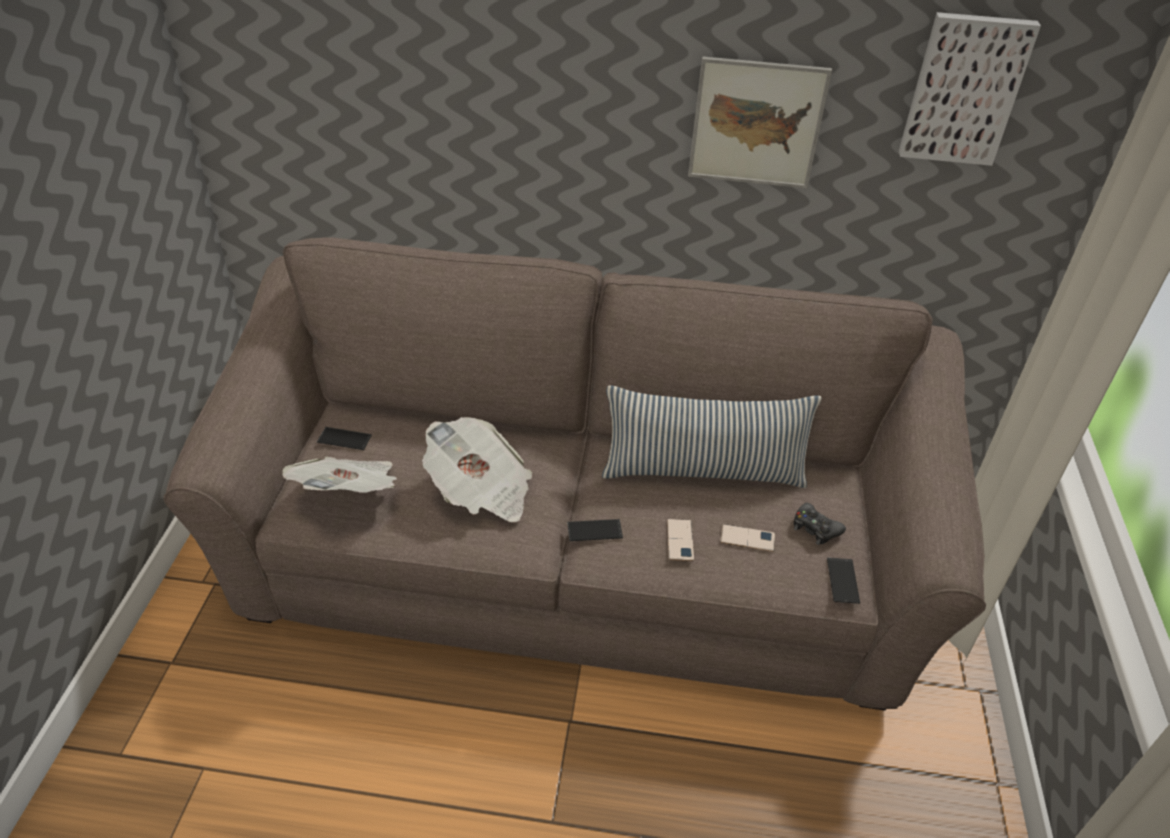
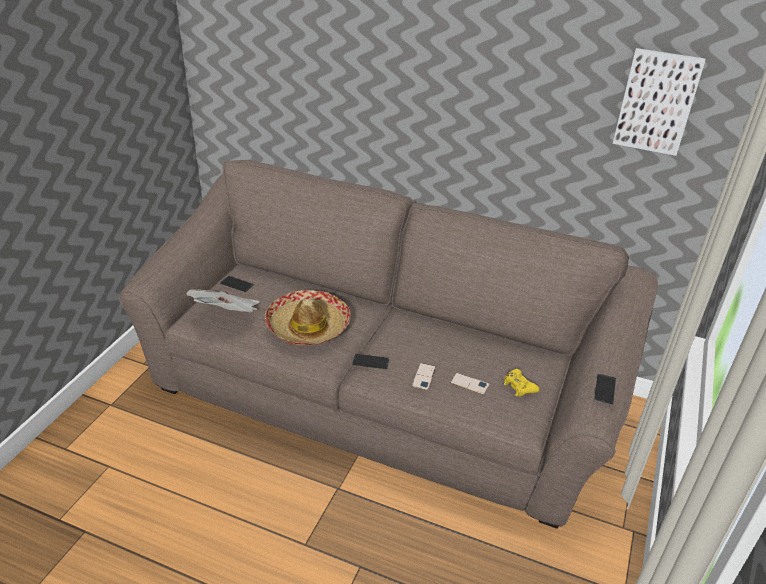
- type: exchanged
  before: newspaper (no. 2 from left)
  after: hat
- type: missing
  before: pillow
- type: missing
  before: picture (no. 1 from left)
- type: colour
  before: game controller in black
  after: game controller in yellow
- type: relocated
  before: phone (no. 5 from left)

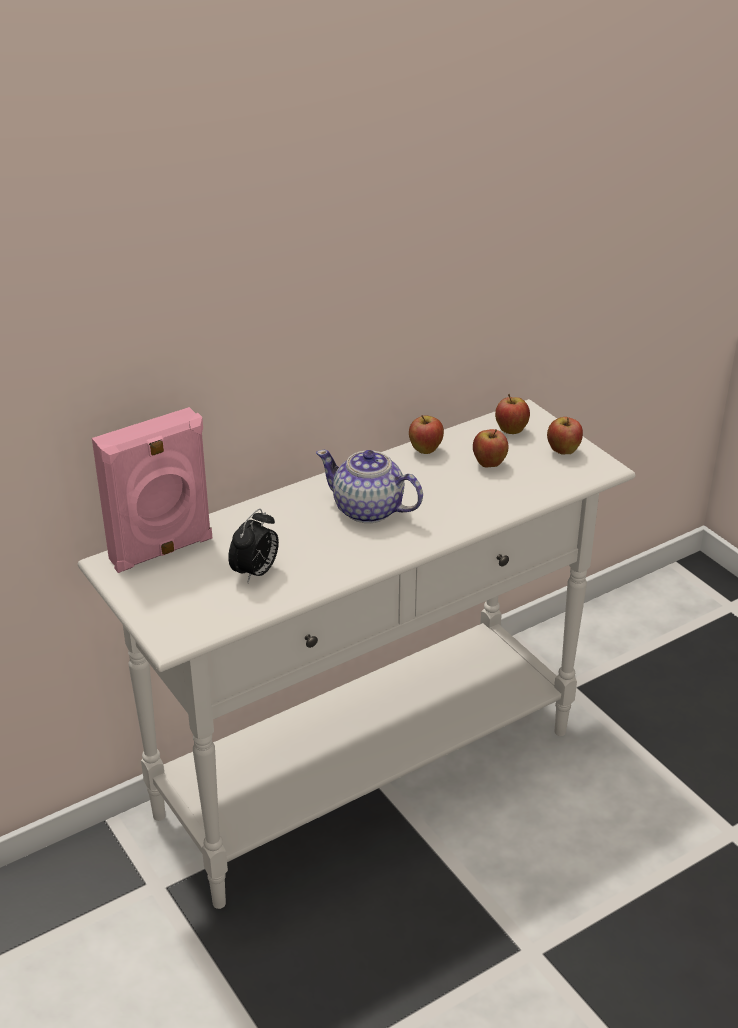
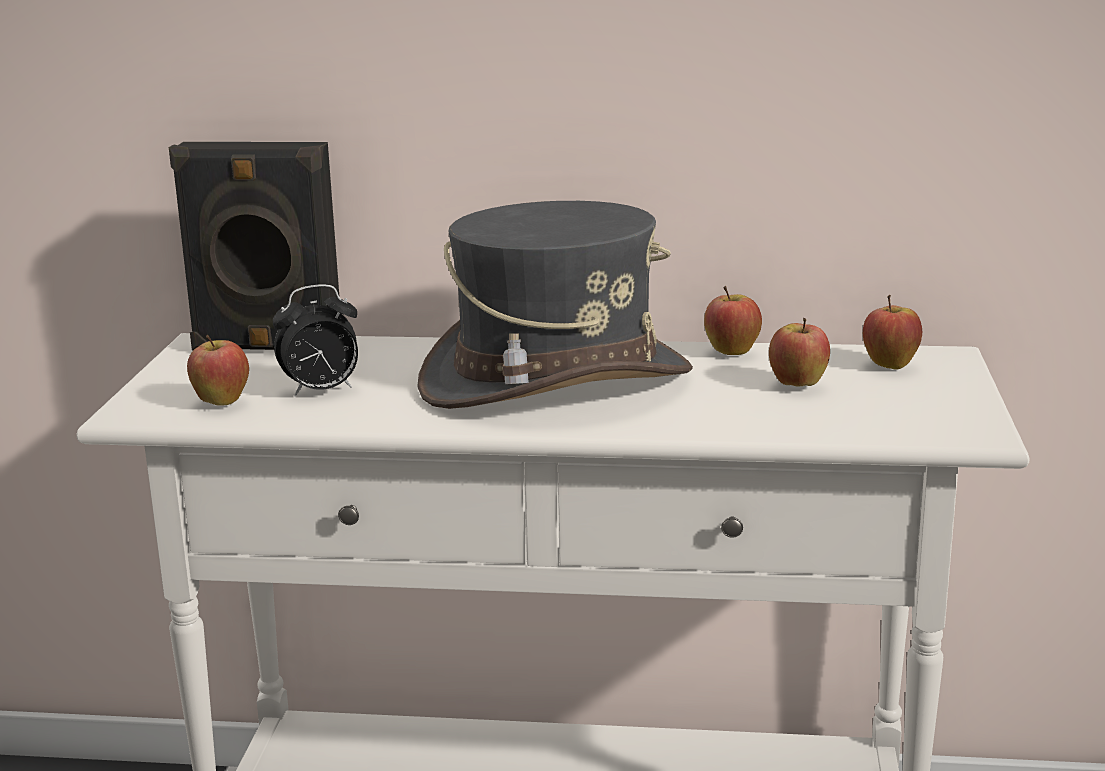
- type: colour
  before: speaker in pink
  after: speaker in black
- type: exchanged
  before: teapot
  after: hat in grey
- type: relocated
  before: apple (no. 4 from left in the first image)
  after: apple (no. 1 from left)

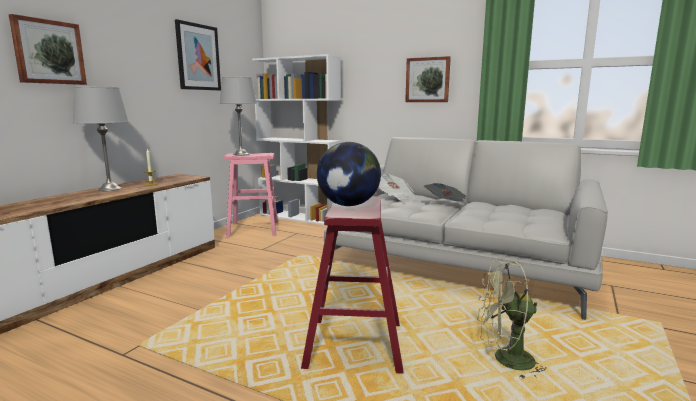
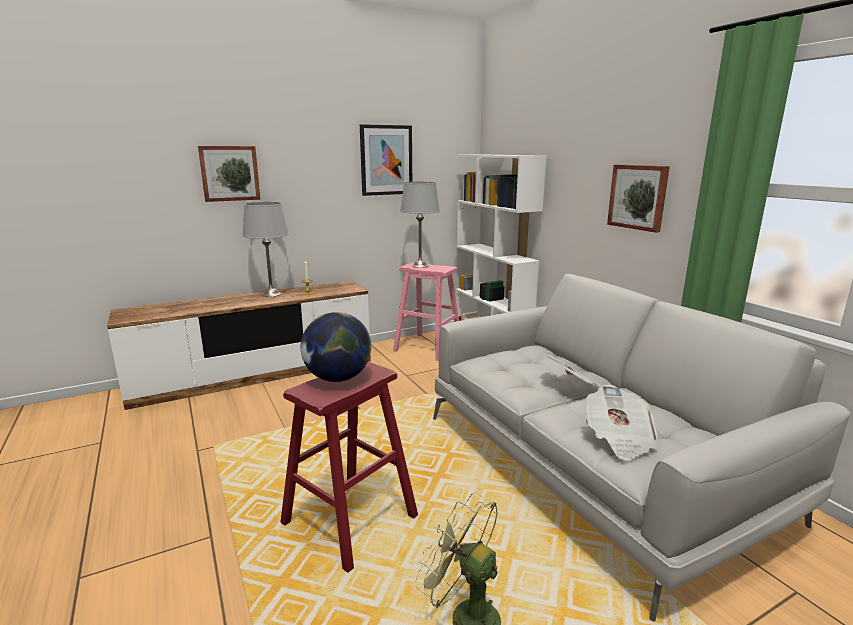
- type: relocated
  before: newspaper (no. 1 from left in the first image)
  after: newspaper (no. 2 from left)

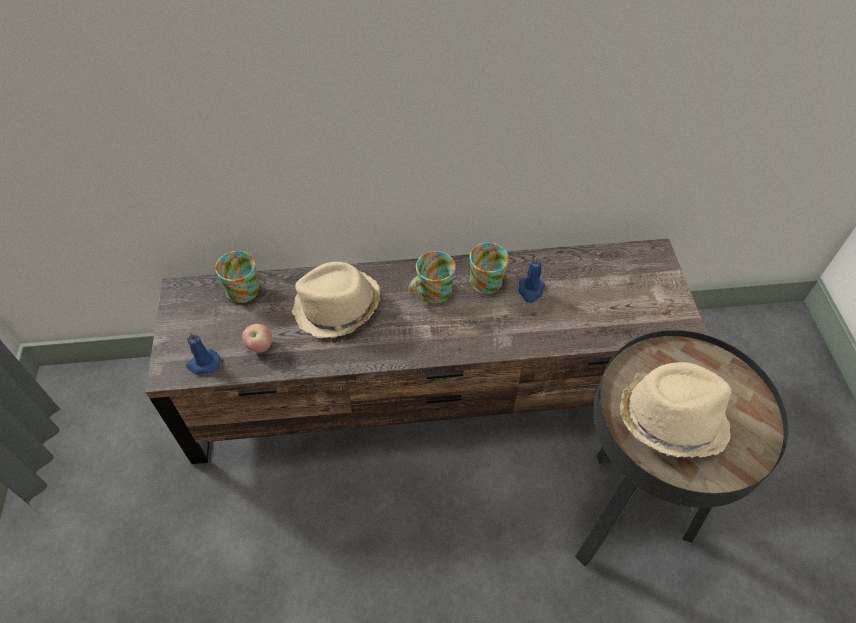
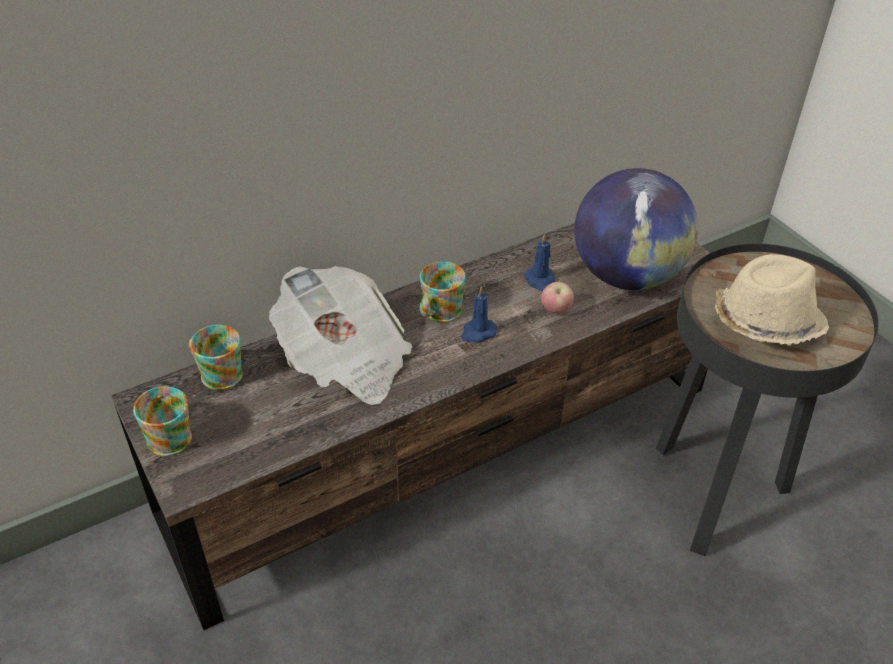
- type: relocated
  before: candle in blue (no. 1 from left)
- type: relocated
  before: apple
- type: exchanged
  before: hat in beige (no. 1 from left)
  after: newspaper
- type: relocated
  before: mug (no. 3 from left in the first image)
  after: mug (no. 1 from left)
- type: appeared
  after: globe

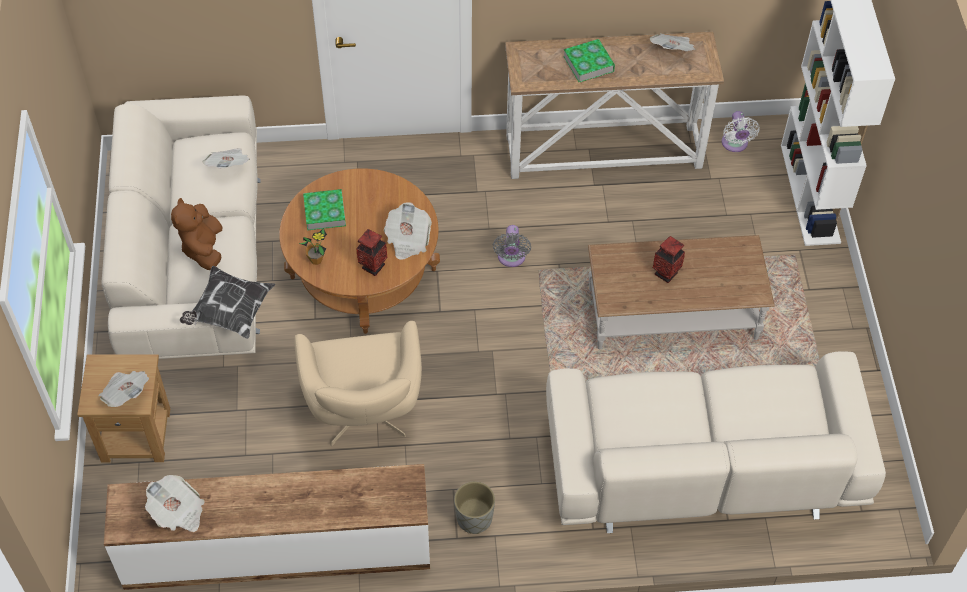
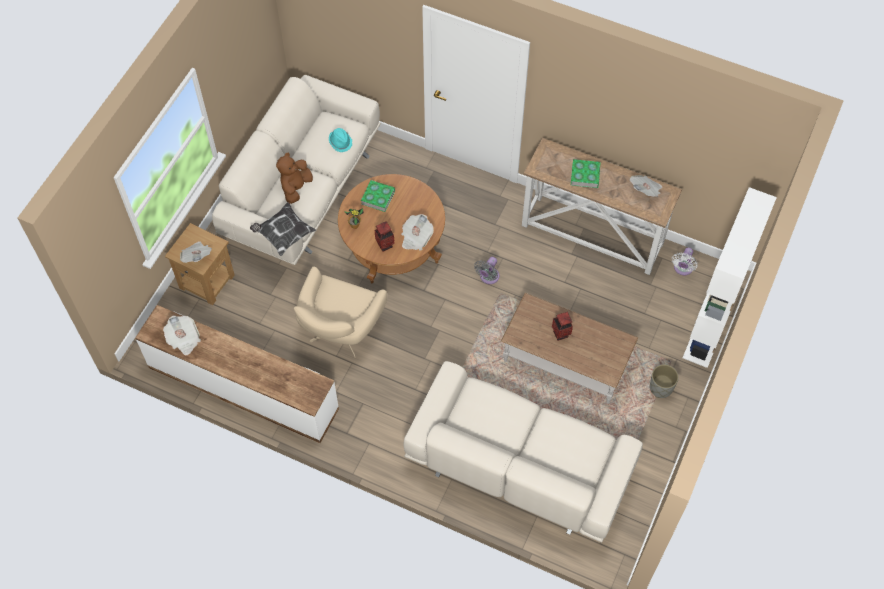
- type: exchanged
  before: newspaper (no. 3 from left)
  after: hat in turquoise
- type: relocated
  before: planter in grey

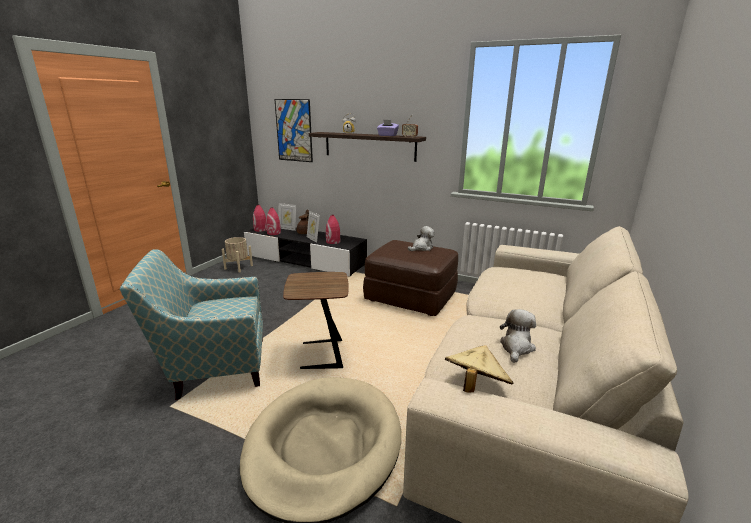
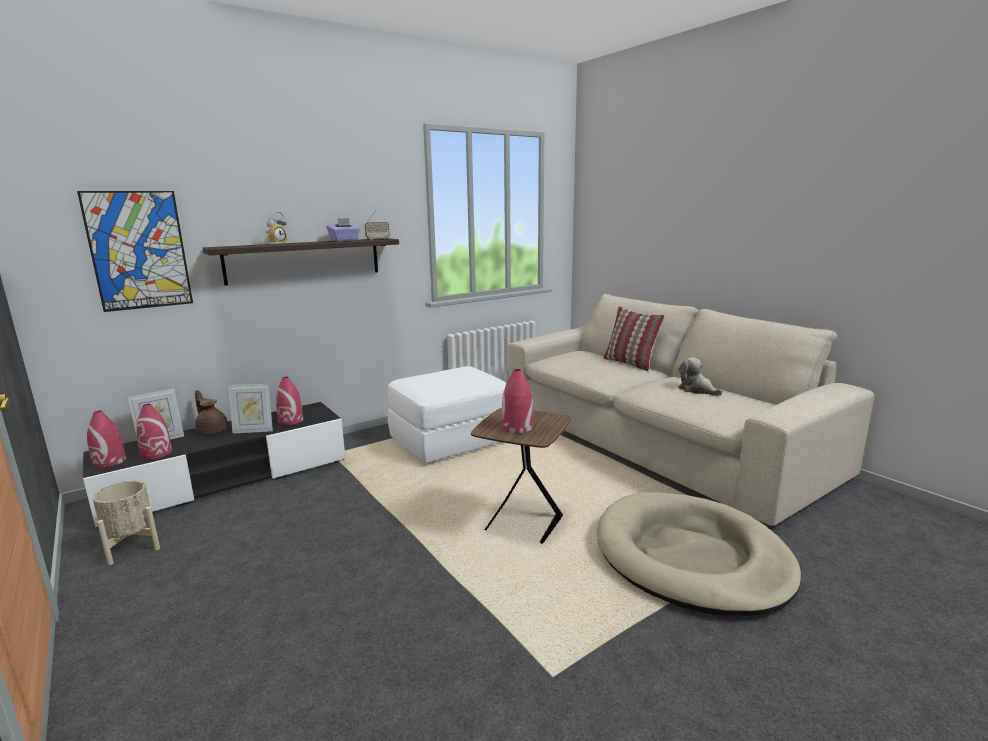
- type: missing
  before: armchair
- type: colour
  before: ottoman in brown
  after: ottoman in white
- type: missing
  before: plush toy (no. 1 from left)
- type: missing
  before: hat in beige
- type: appeared
  after: vase in red (no. 4 from left)
- type: appeared
  after: pillow

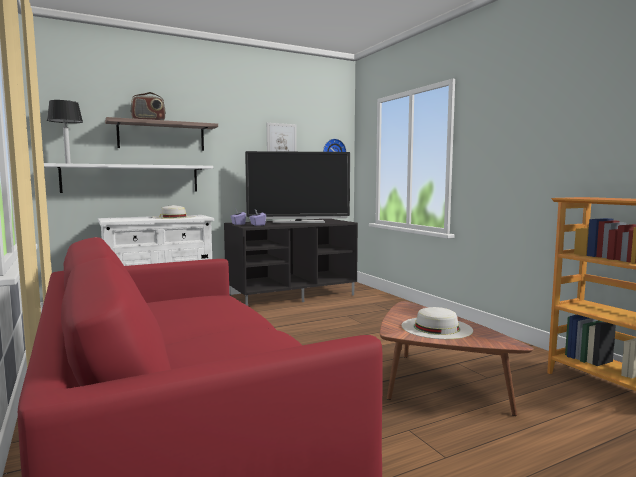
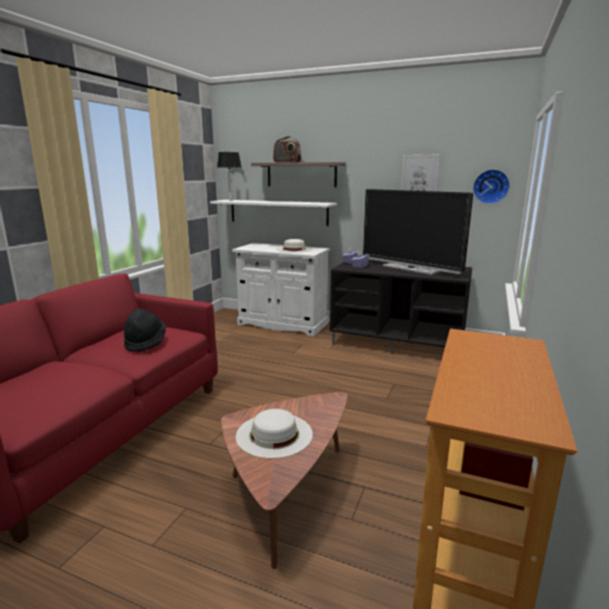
- type: appeared
  after: hat in black

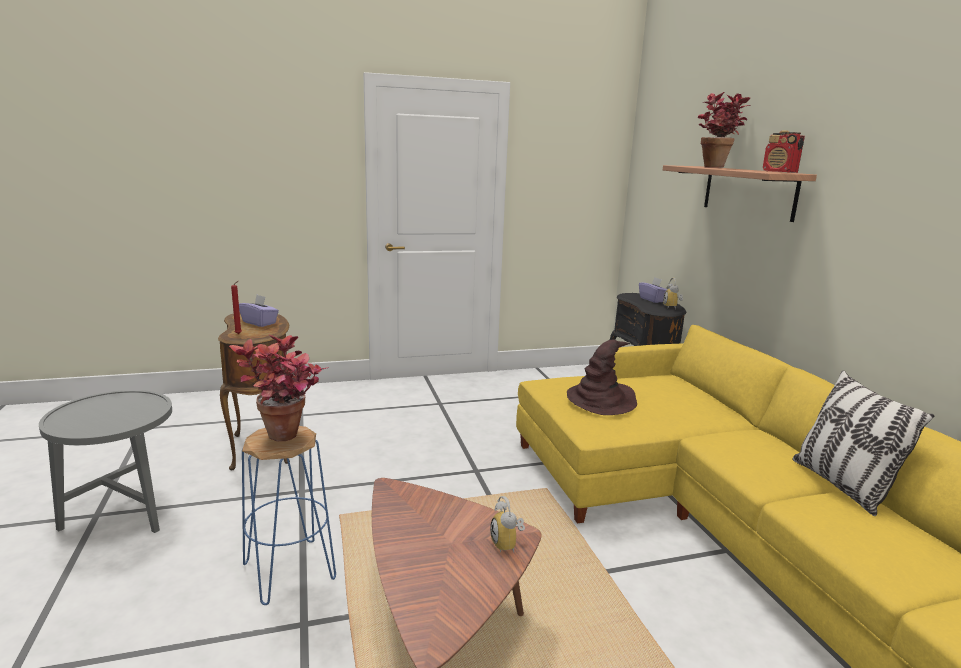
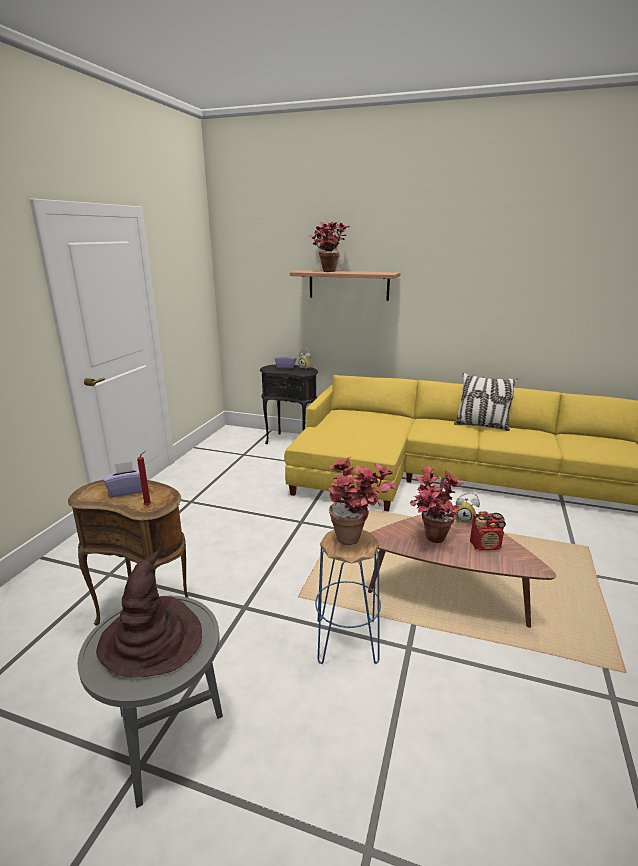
- type: relocated
  before: hat in brown
- type: relocated
  before: radio
- type: appeared
  after: potted plant (no. 3 from left)

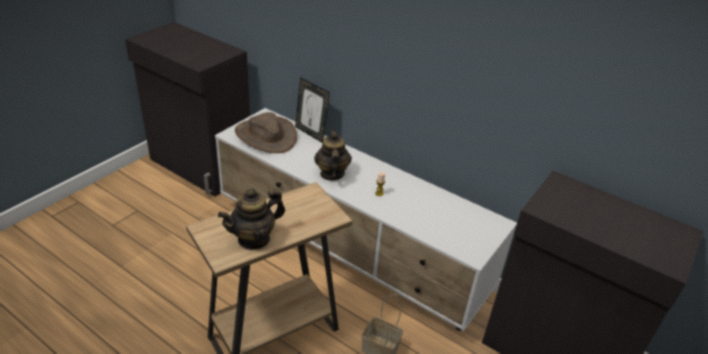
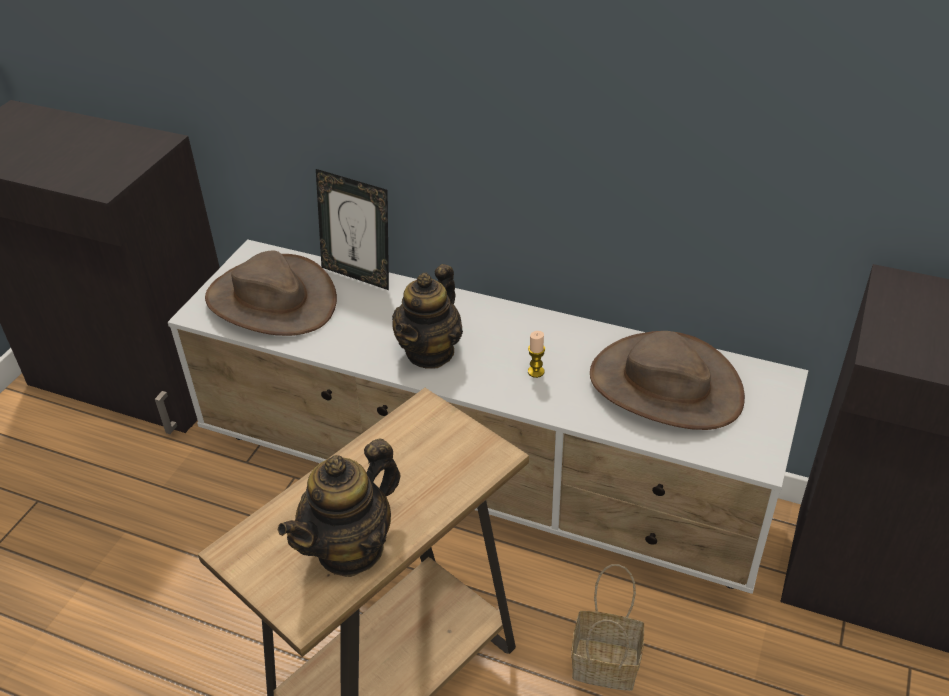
- type: spun
  before: teapot (no. 2 from left)
  turn: -135
- type: appeared
  after: hat in brown (no. 2 from left)

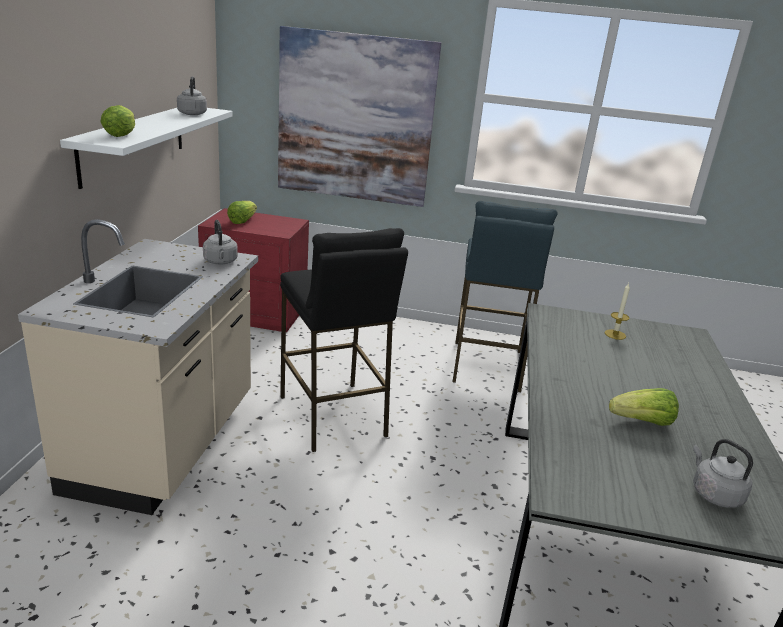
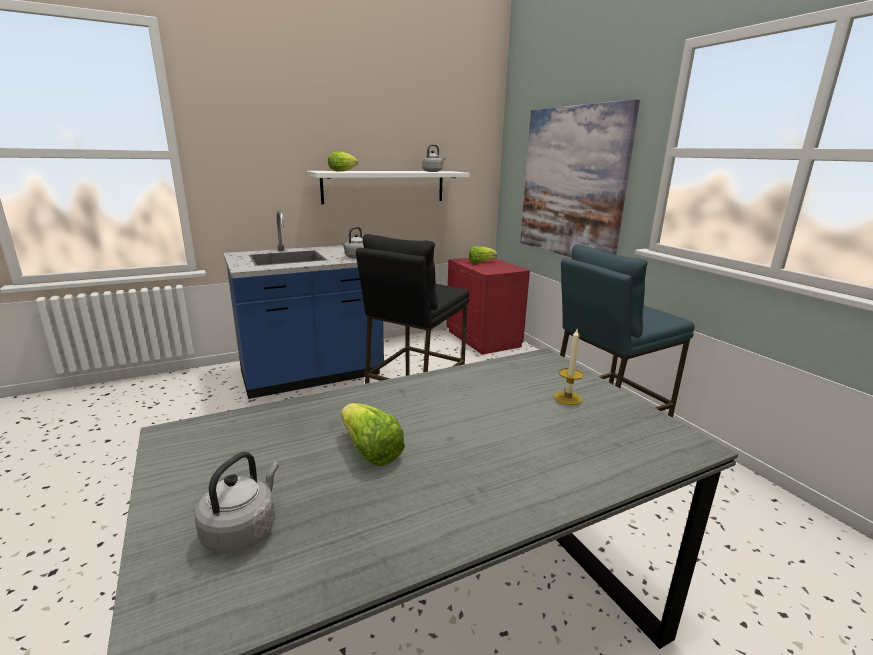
- type: colour
  before: counter in beige
  after: counter in blue

